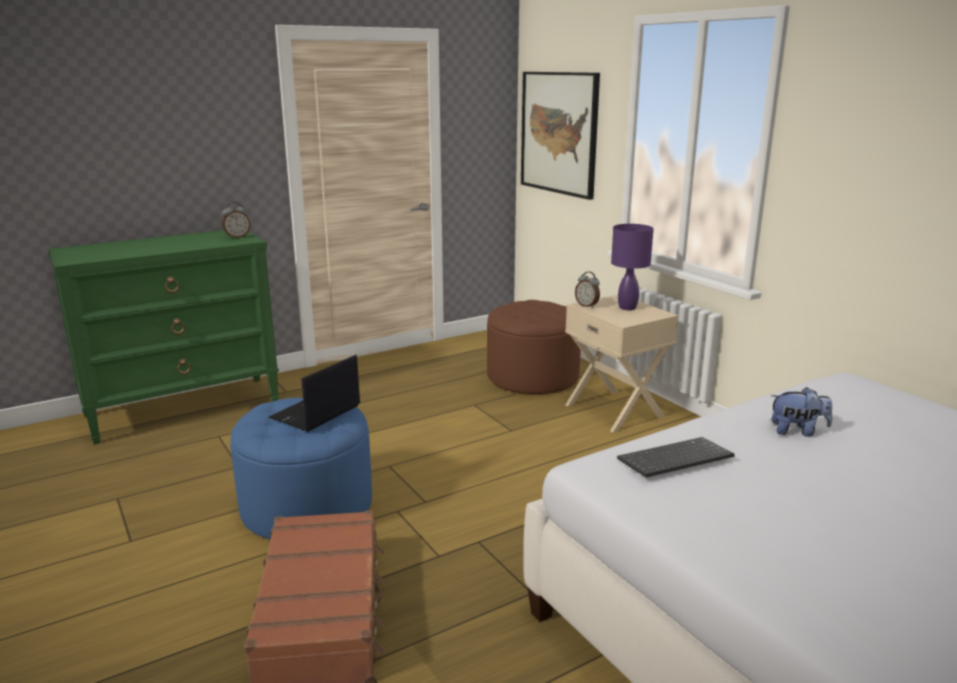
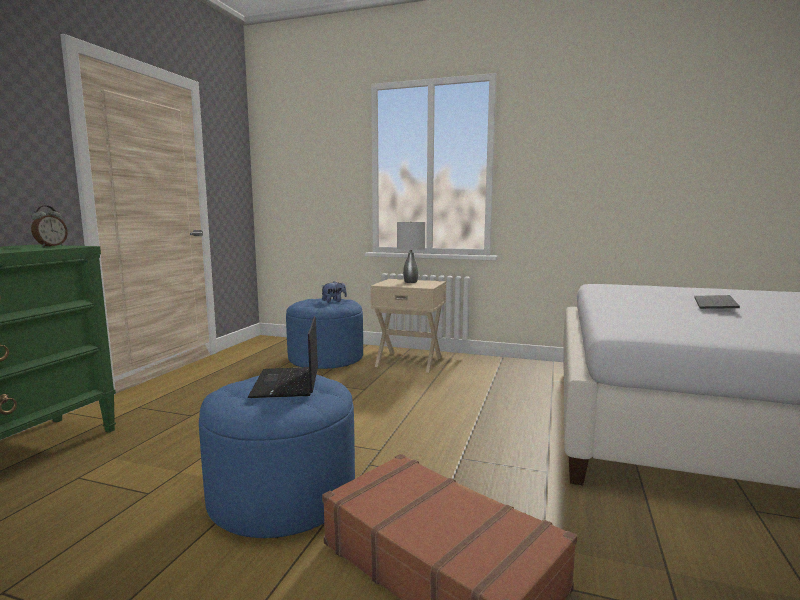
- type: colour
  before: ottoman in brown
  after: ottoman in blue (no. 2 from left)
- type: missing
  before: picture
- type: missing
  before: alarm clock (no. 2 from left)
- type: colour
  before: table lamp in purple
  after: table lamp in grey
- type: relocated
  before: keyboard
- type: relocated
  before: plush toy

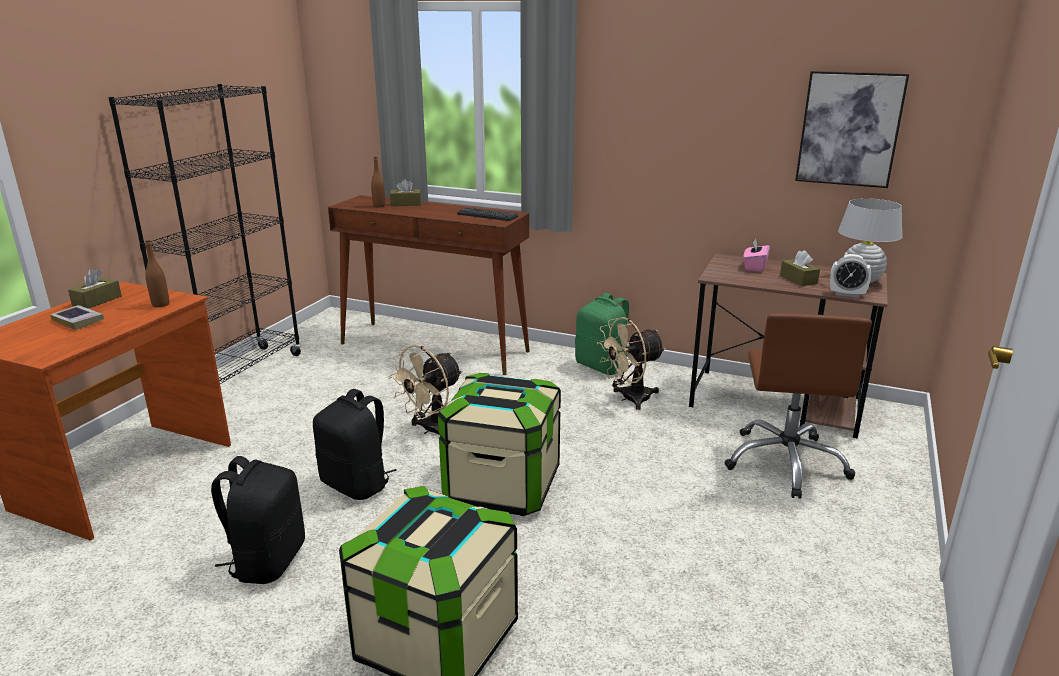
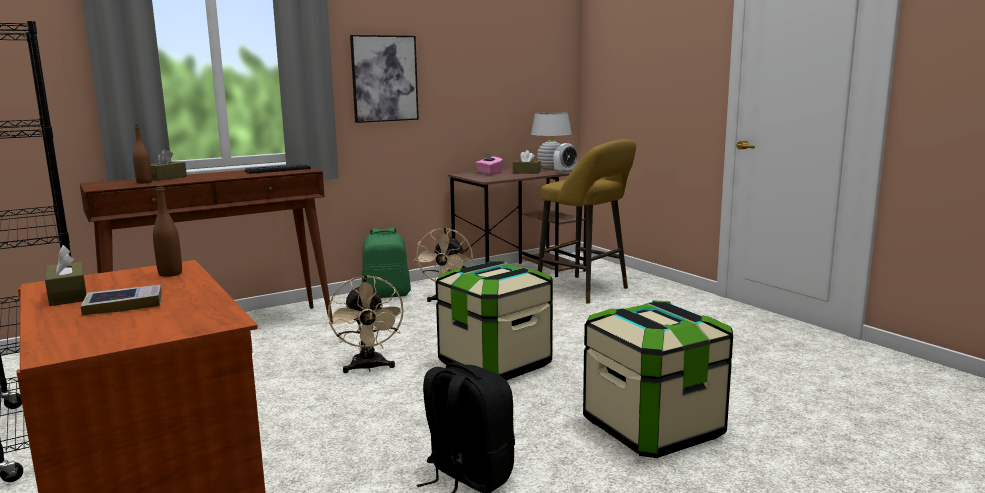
- type: missing
  before: backpack in black (no. 2 from left)
- type: exchanged
  before: office chair in brown
  after: stool in yellow
- type: relocated
  before: picture

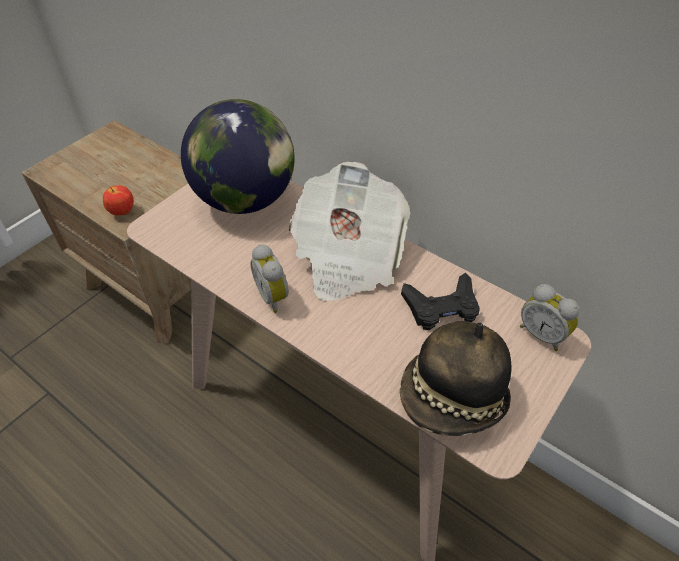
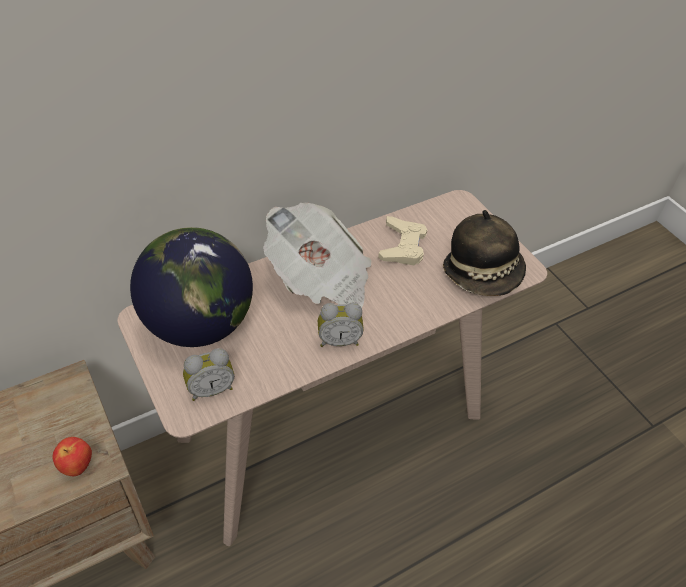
- type: colour
  before: game controller in black
  after: game controller in beige
- type: relocated
  before: alarm clock (no. 2 from left in the first image)
  after: alarm clock (no. 1 from left)

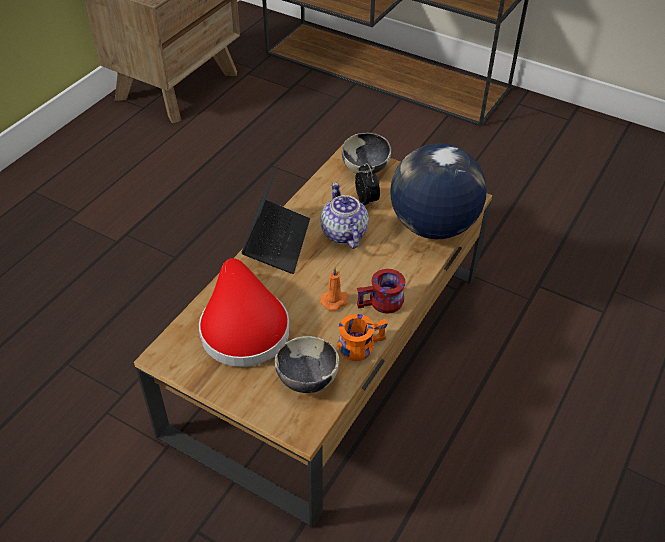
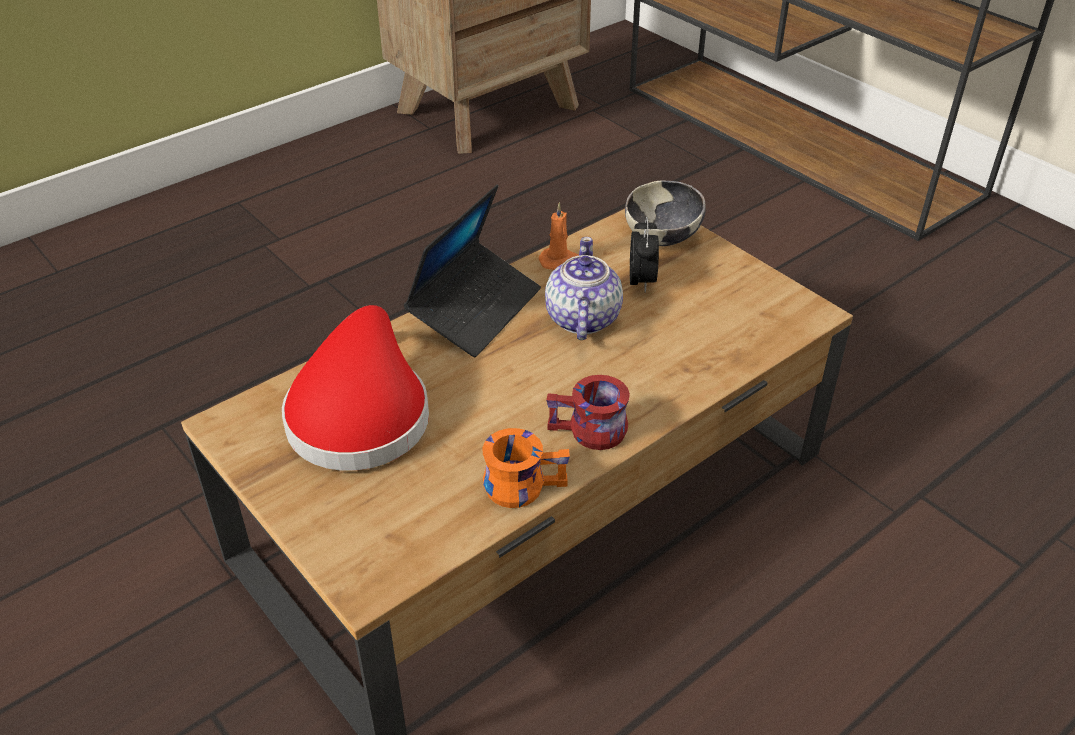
- type: missing
  before: bowl (no. 1 from left)
- type: relocated
  before: candle in orange
- type: missing
  before: globe

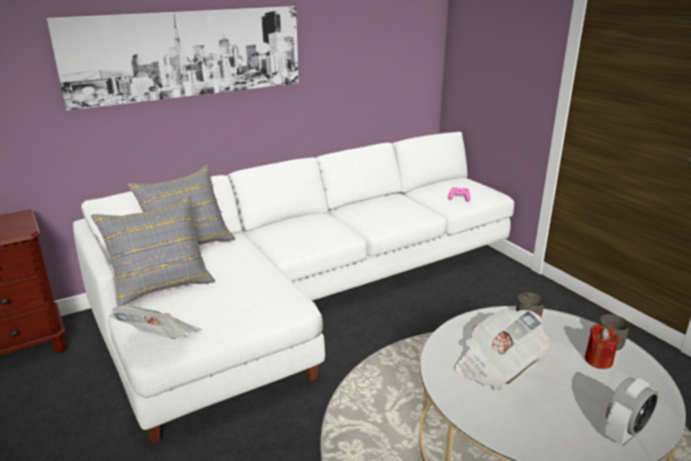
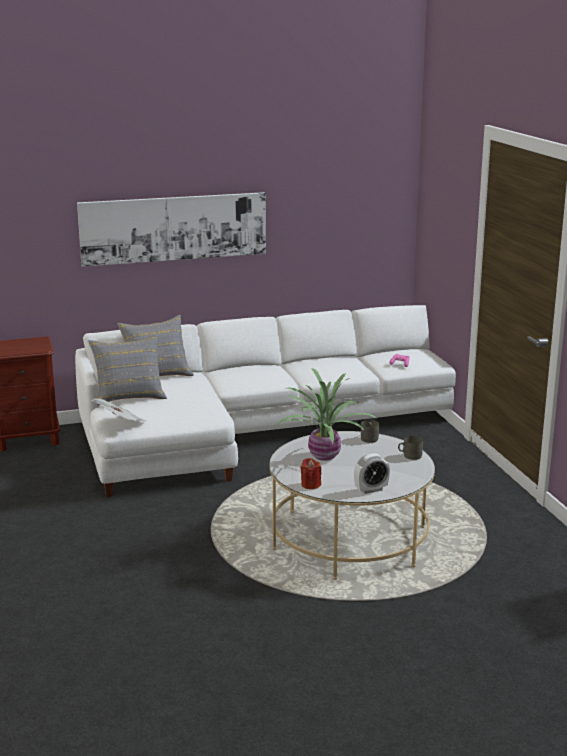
- type: exchanged
  before: newspaper (no. 2 from left)
  after: potted plant
- type: relocated
  before: candle in red

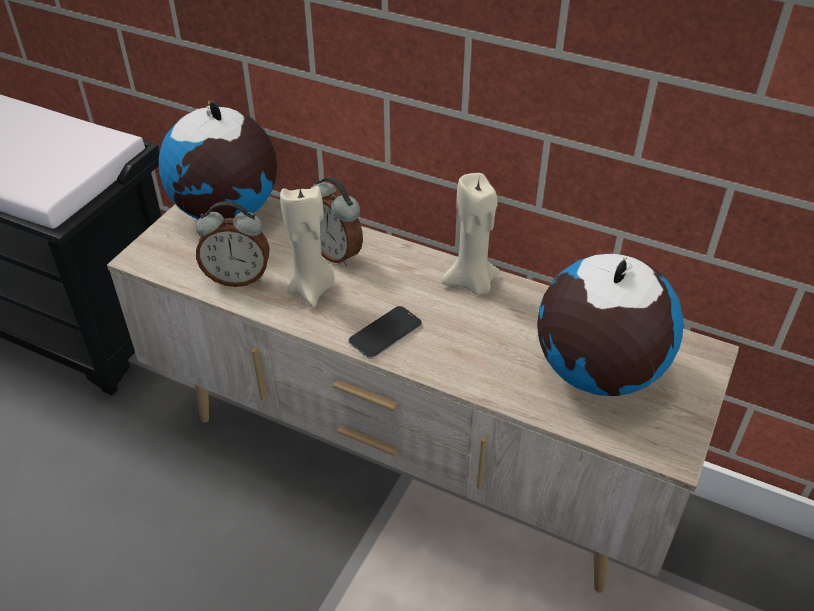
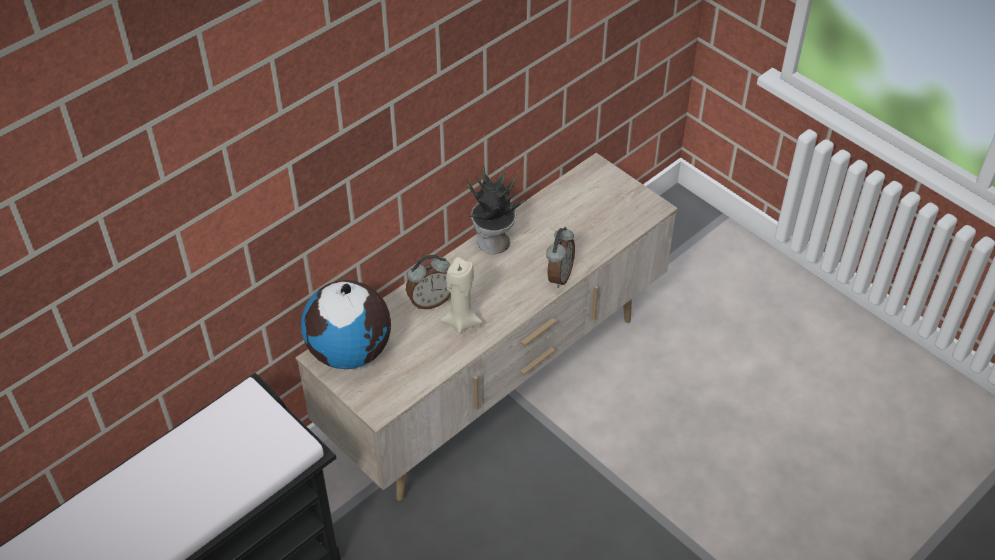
- type: relocated
  before: alarm clock (no. 1 from left in the first image)
  after: alarm clock (no. 2 from left)
- type: missing
  before: phone
- type: exchanged
  before: candle in beige (no. 2 from left)
  after: potted plant
- type: missing
  before: globe (no. 2 from left)

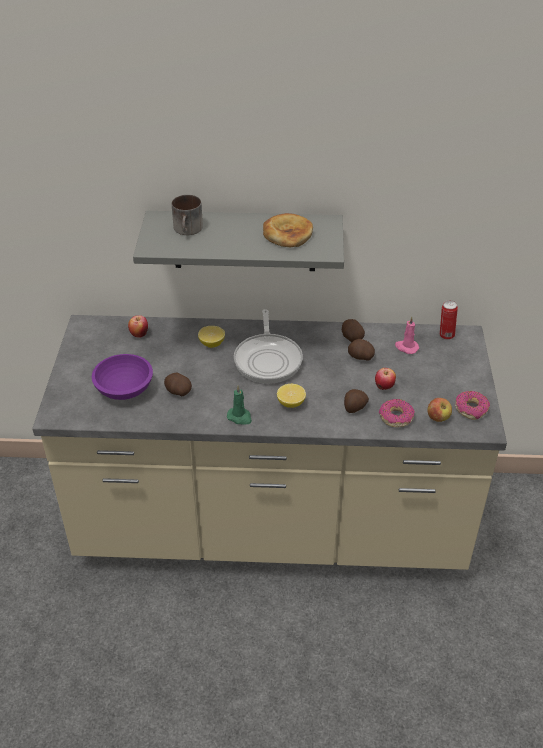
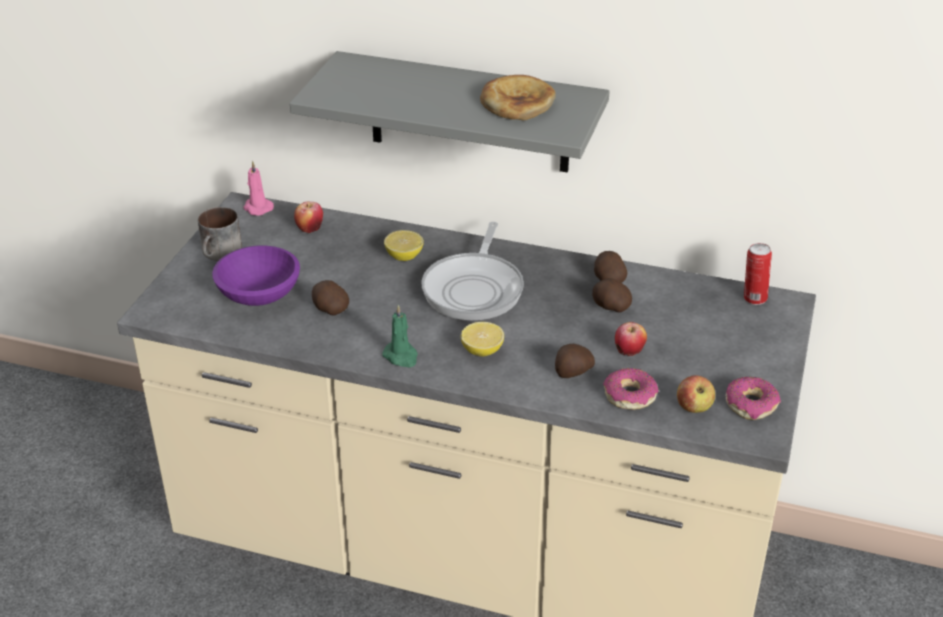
- type: relocated
  before: mug
- type: relocated
  before: candle in pink

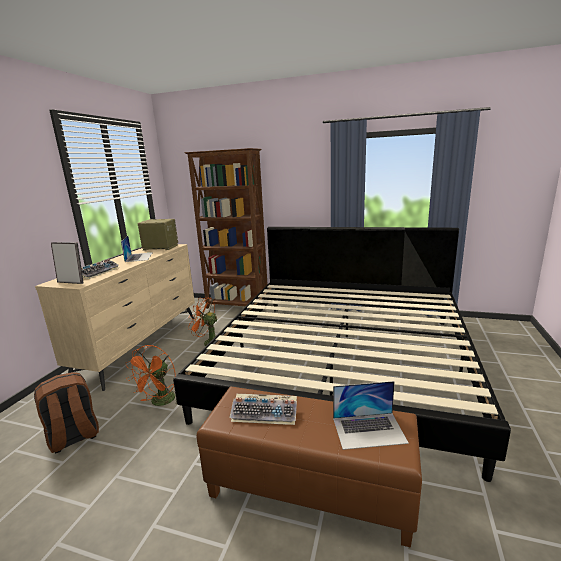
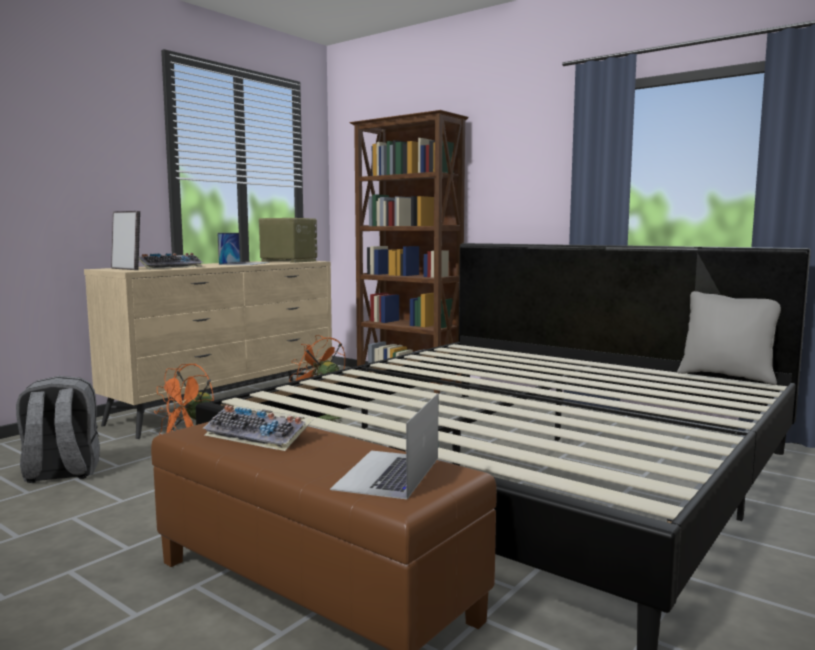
- type: colour
  before: backpack in brown
  after: backpack in grey
- type: spun
  before: laptop (no. 2 from left)
  turn: 90
- type: appeared
  after: pillow in grey

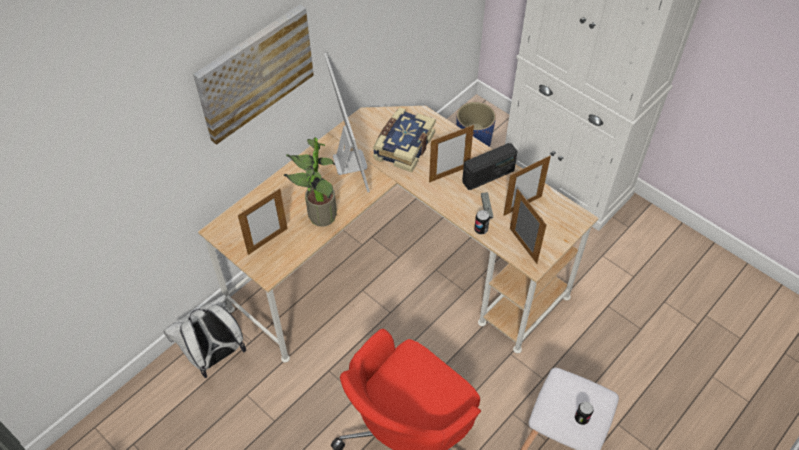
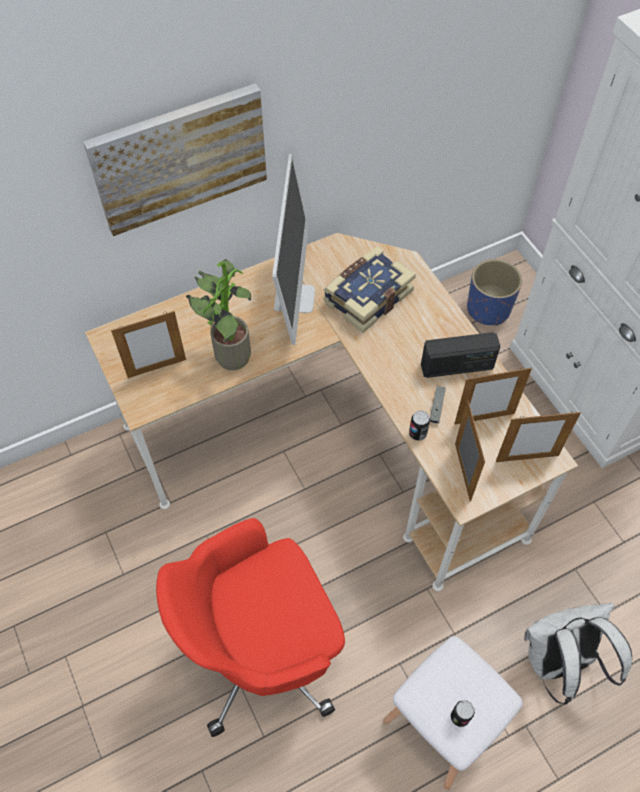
- type: relocated
  before: backpack in white
- type: relocated
  before: picture frame (no. 2 from left in the first image)
  after: picture frame (no. 4 from left)

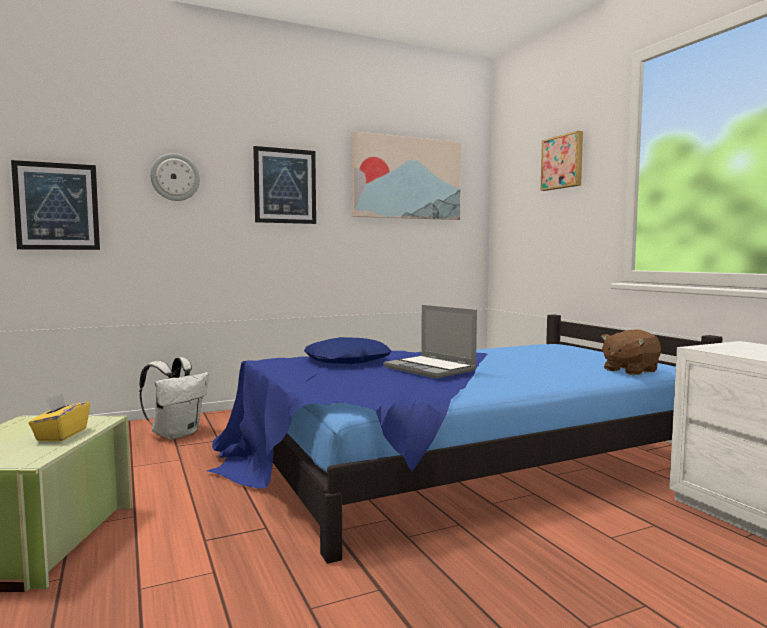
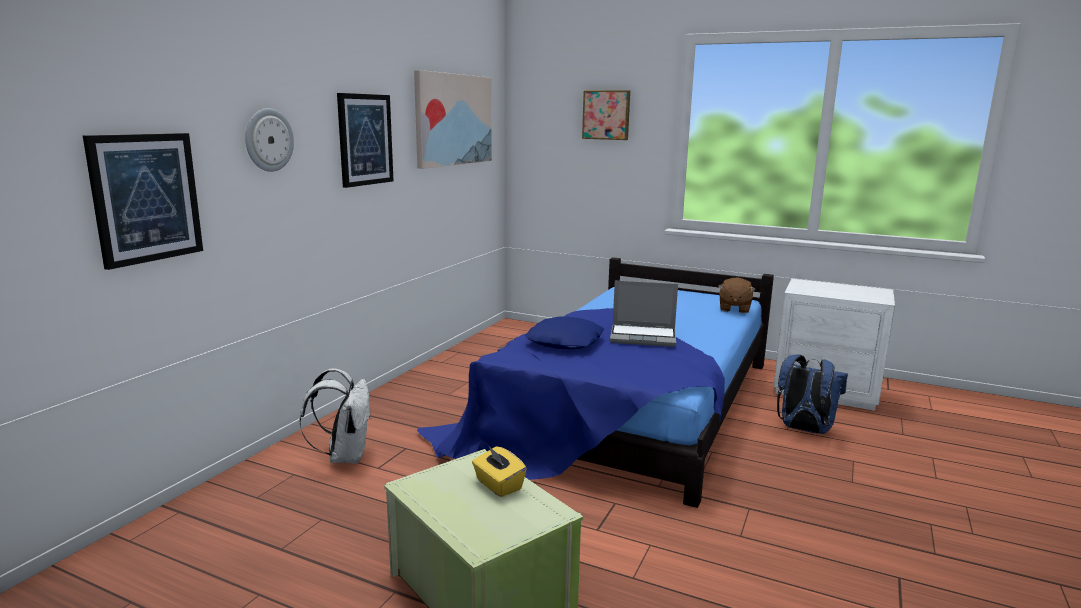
- type: appeared
  after: backpack in blue

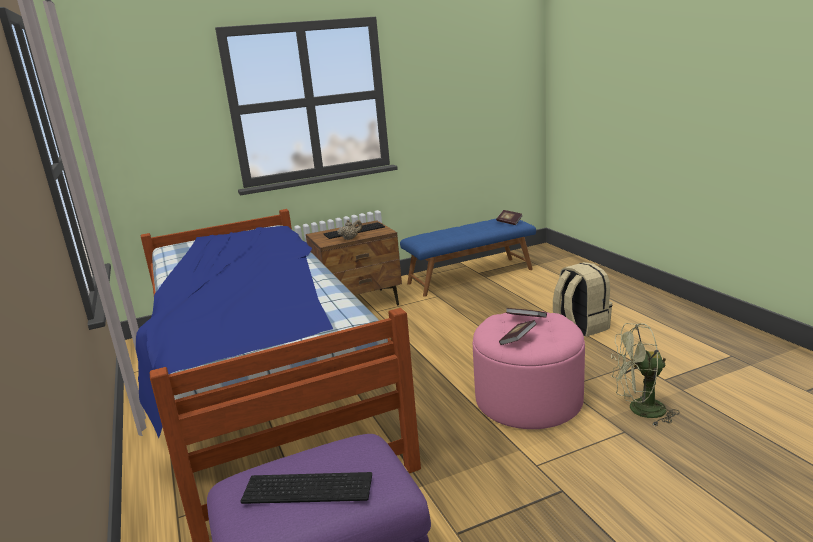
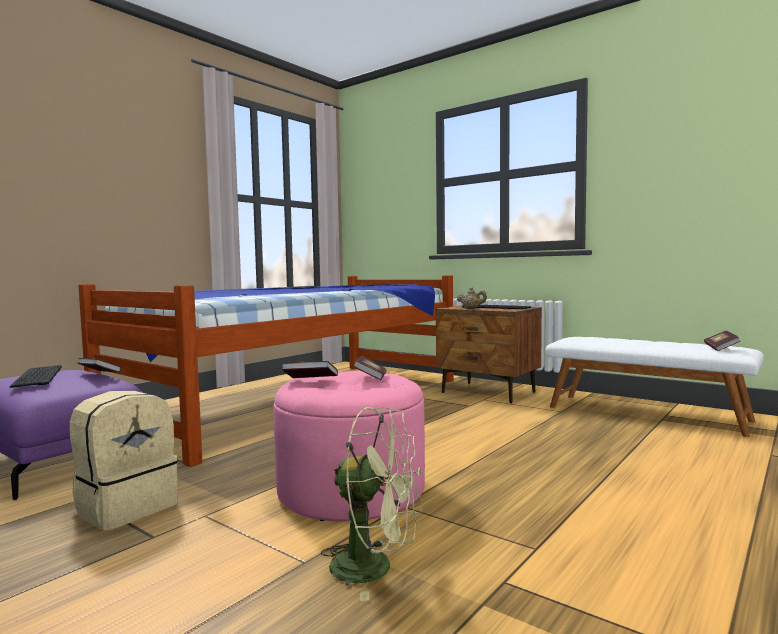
- type: colour
  before: bench in blue
  after: bench in white
- type: relocated
  before: backpack in beige
- type: spun
  before: fan in green
  turn: 135
- type: appeared
  after: book (no. 1 from left)

